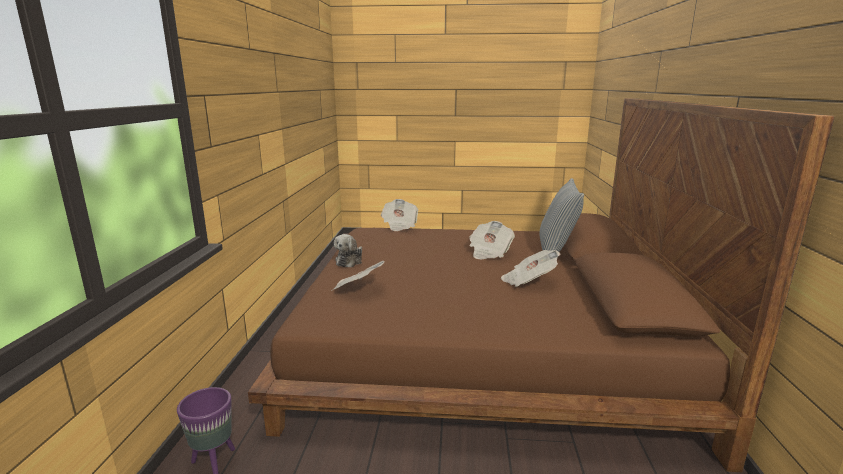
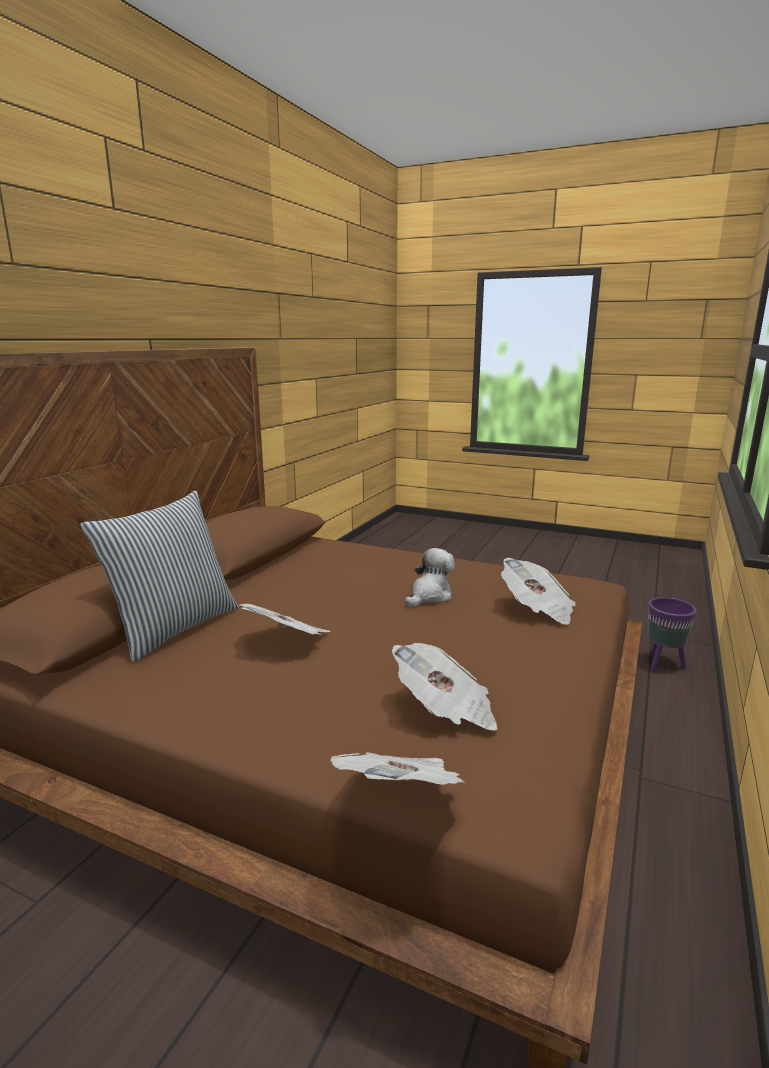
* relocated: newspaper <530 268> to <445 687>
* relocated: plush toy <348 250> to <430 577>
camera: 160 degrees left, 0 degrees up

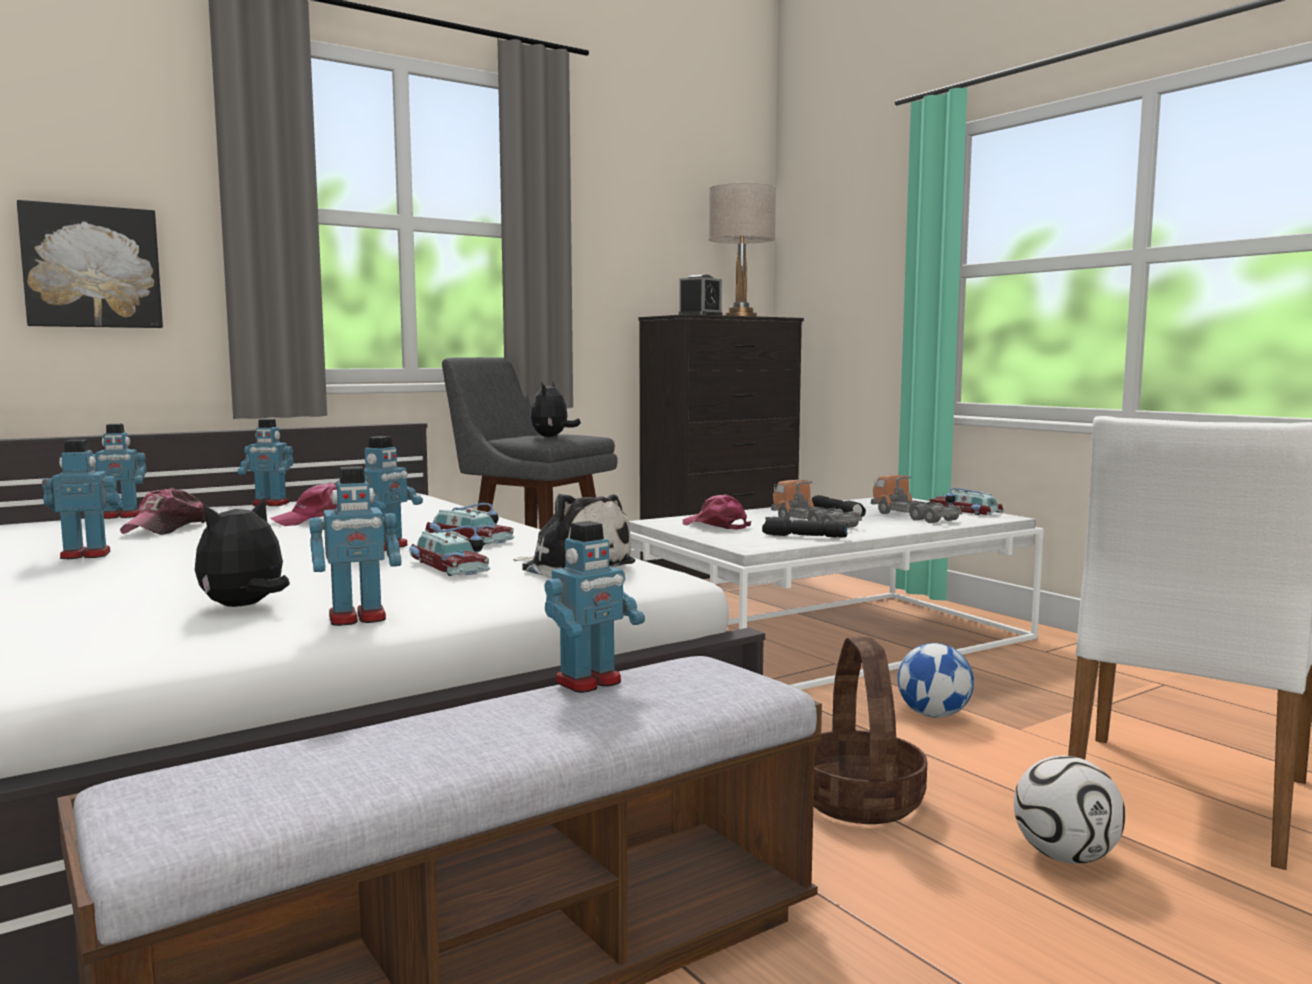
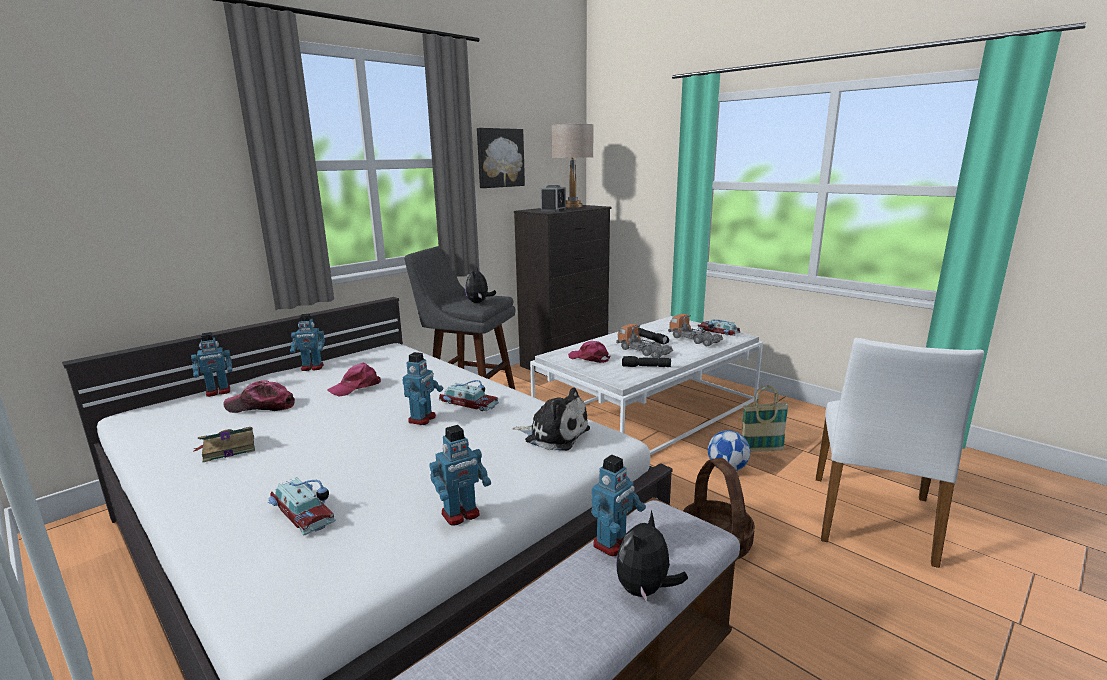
* exchanged: toy robot <82 499> to book <224 444>
* spun: cap <163 511> = <259 396> 90 degrees clockwise
* relocated: toy car <449 551> to <301 506>
* relocated: picture <90 264> to <501 158>
* relocated: plush toy <242 552> to <652 556>
* appeared: basket <765 418>
* missing: football <1069 809>
camera: 10 degrees left, 10 degrees up

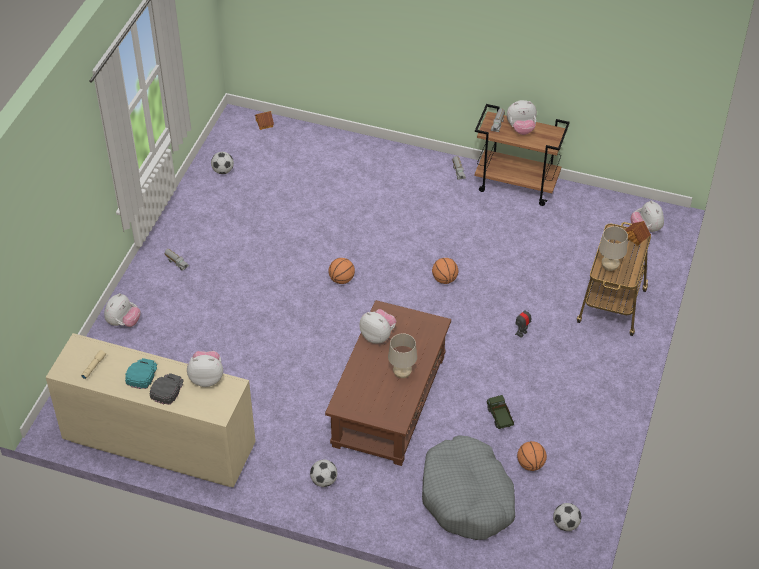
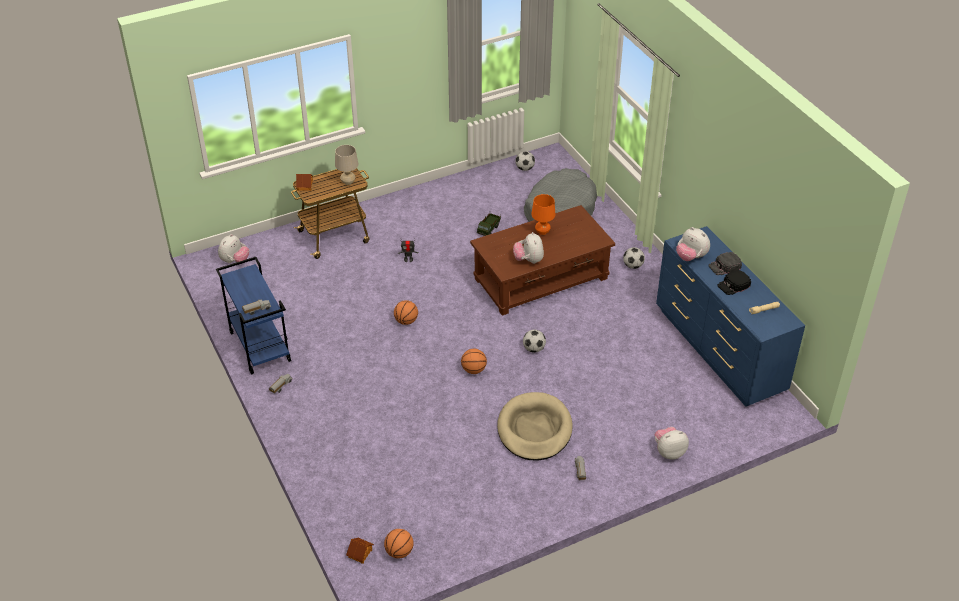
* colour: brown cart <522 155> to blue cart <253 316>
* relocated: basketball <532 456> to <399 544>
* appeared: beige dog bed <534 426>
* relocated: football <222 163> to <534 341>
* colour: beige table lamp <402 355> to orange table lamp <543 214>
* colour: beige dresser <151 410> to blue dresser <730 316>
* colour: turquoise cap <141 373> to black cap <734 282>
* missing: plush toy <522 117>
camera: 135 degrees left, 5 degrees down

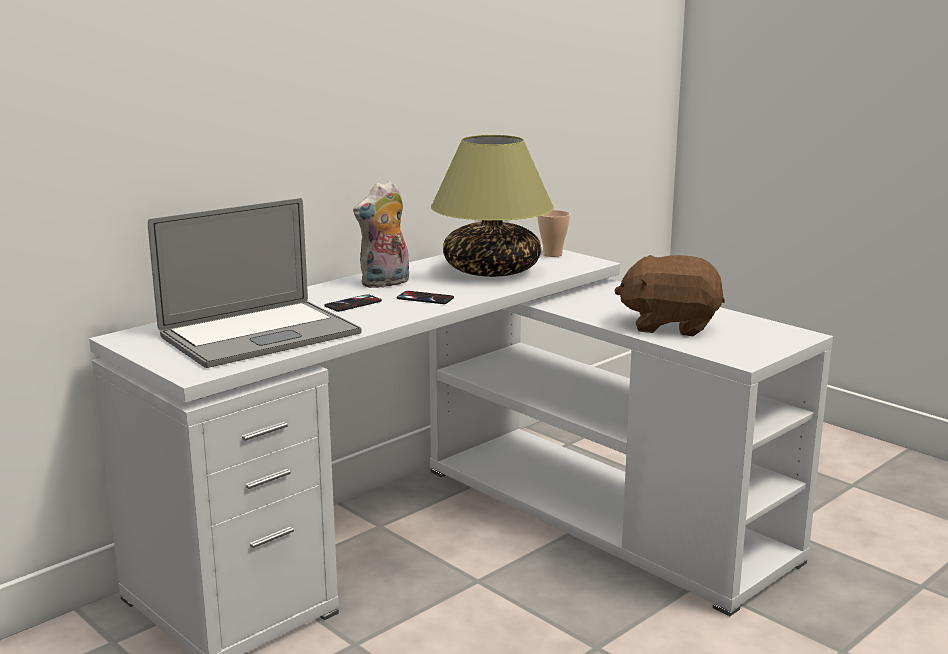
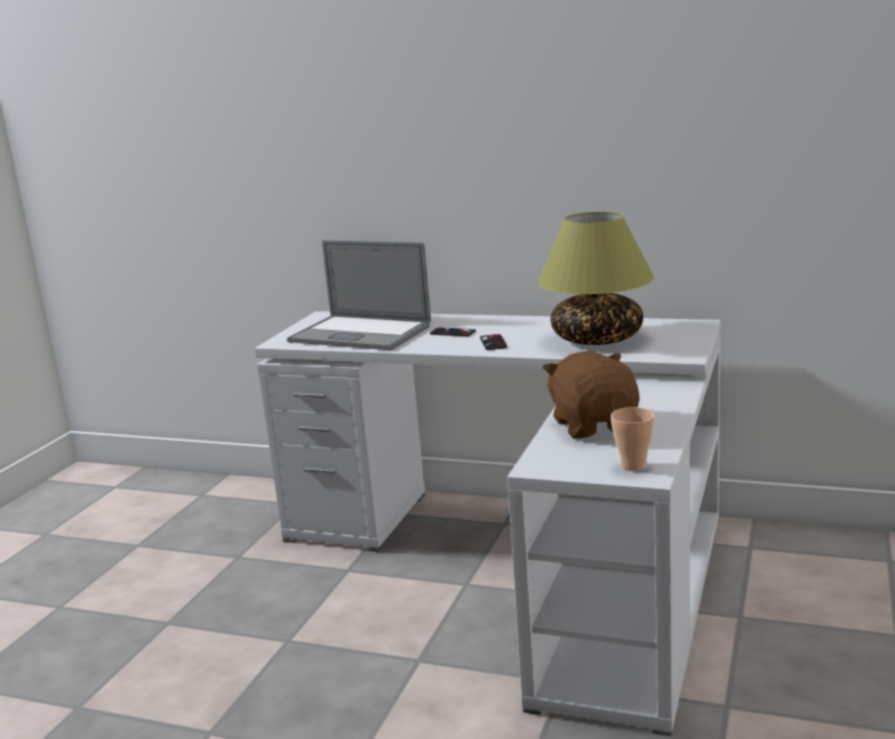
* relocated: cup <553 233> to <633 439>
* missing: plush toy <381 234>
camera: 65 degrees right, 0 degrees up

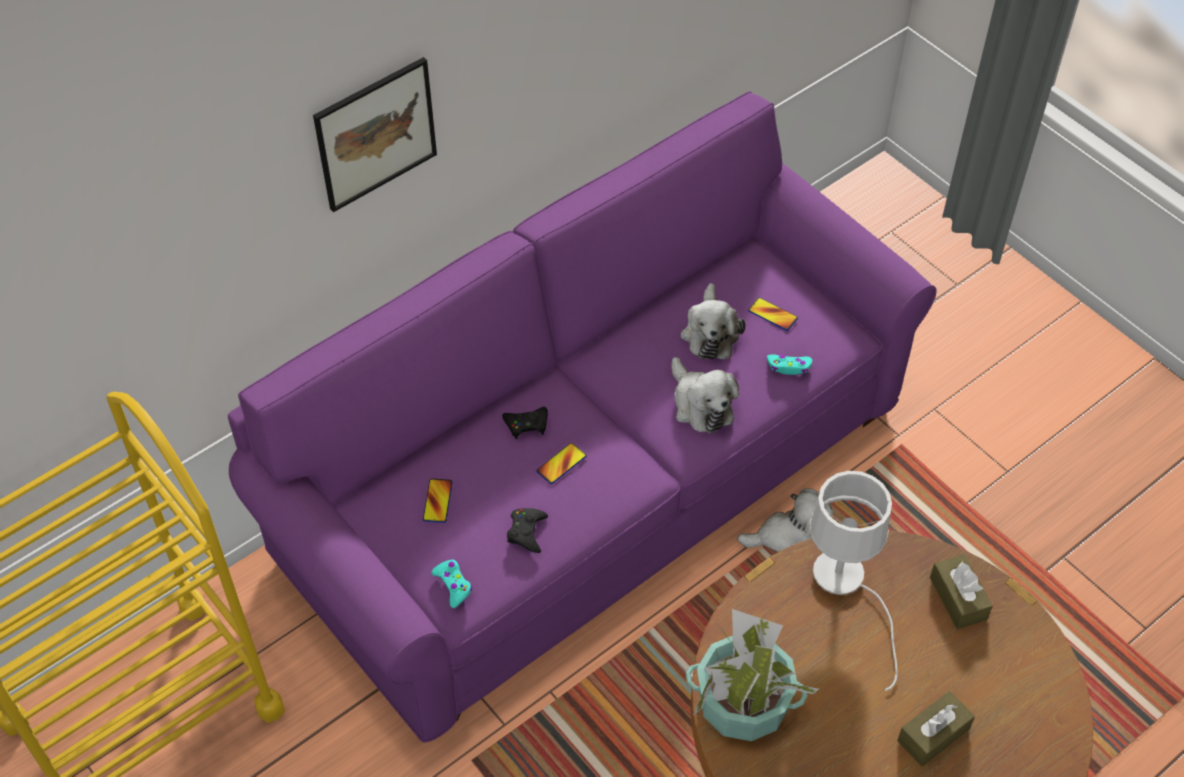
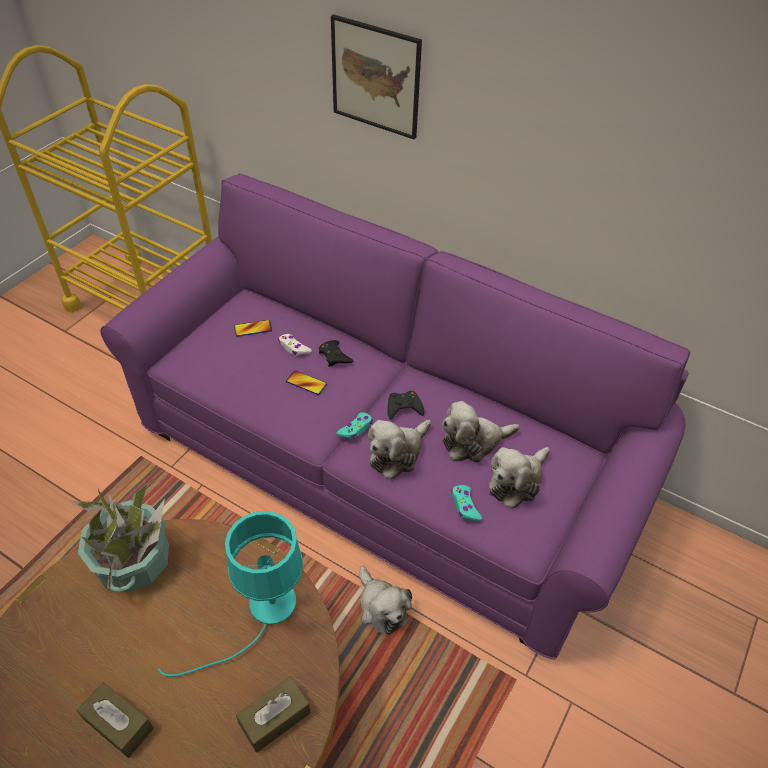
* colour: white table lamp <853 581> to turquoise table lamp <230 594>
* appeared: white game controller <295 345>
* relocated: turquoise game controller <451 584> to <354 425>
* relocated: black game controller <527 530> to <405 405>
* exchanged: phone <773 314> to plush toy <519 478>
camera: 70 degrees right, 5 degrees down

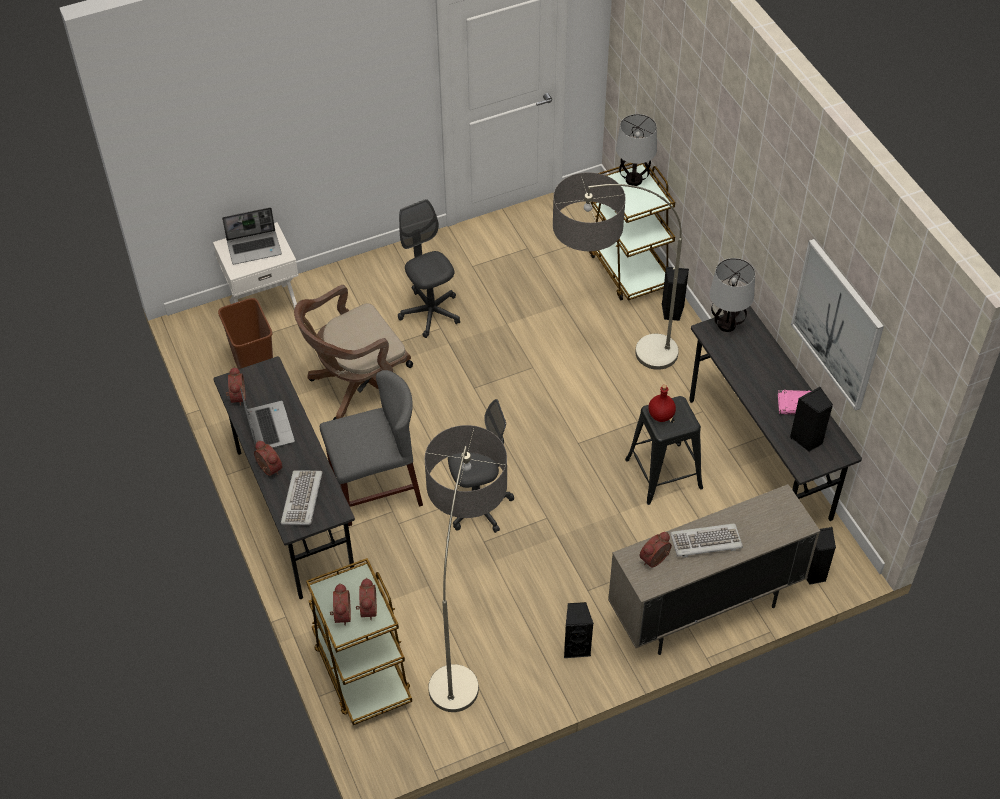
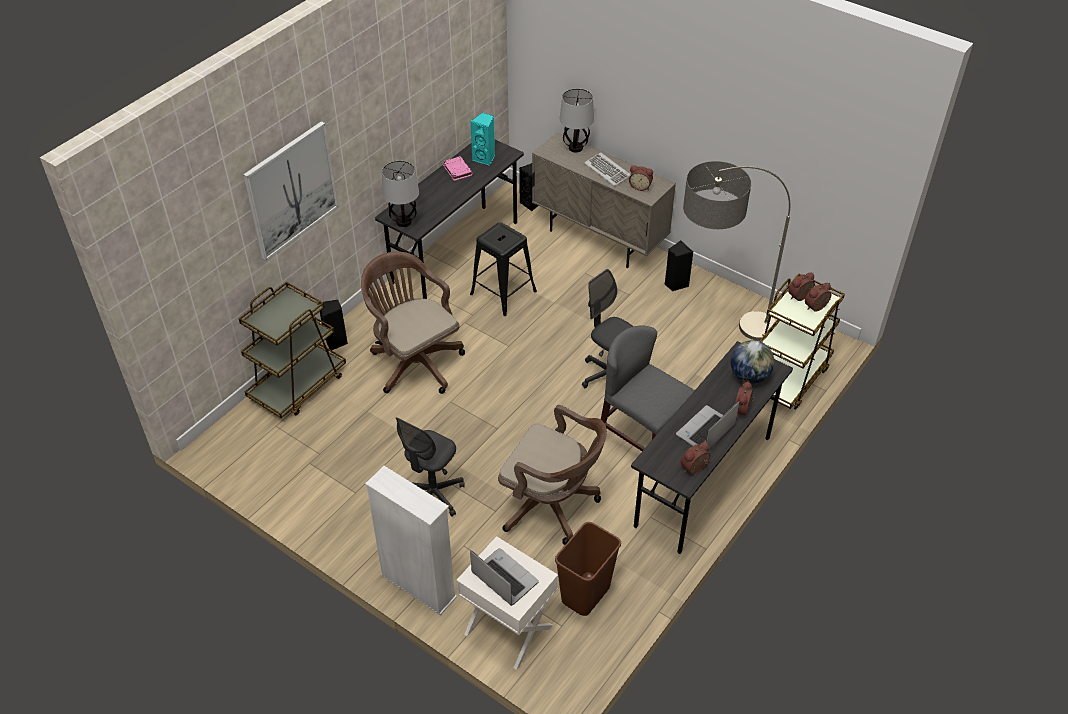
* relocated: picture <837 325> to <290 191>
* exchanged: floor lamp <617 271> to brown office chair <413 322>
* appeared: white bookcase <411 540>
* colour: black speaker <811 419> to turquoise speaker <482 139>
* relocated: table lamp <636 150> to <577 120>
* exchanged: keyboard <301 497> to globe <752 362>
* missing: red bottle <662 403>
camera: 120 degrees left, 5 degrees down

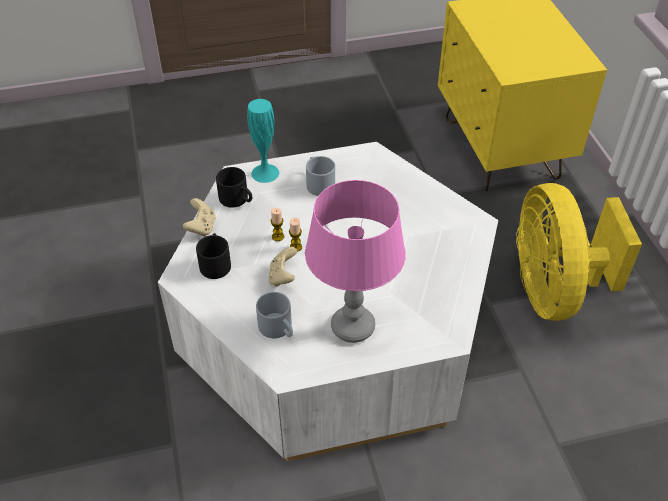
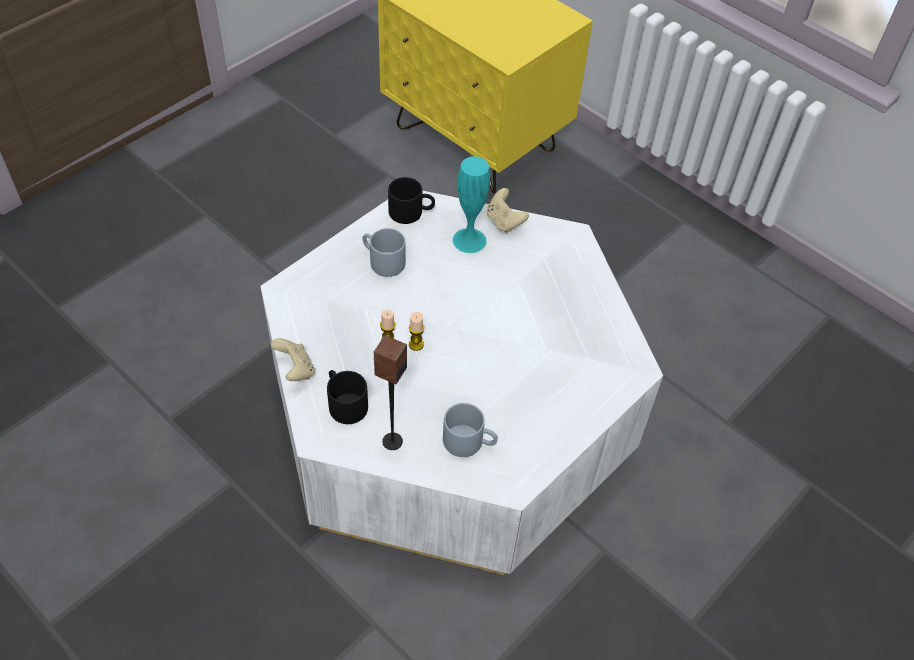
* appeared: speaker <390 392>
* relocated: black mug <234 187> to <411 200>
* relocated: turquoise vase <263 141> to <471 204>
* relocated: beige game controller <282 267> to <508 210>
* missing: pink table lamp <355 261>
* missing: yellow fan <579 252>
camera: 35 degrees left, 5 degrees up

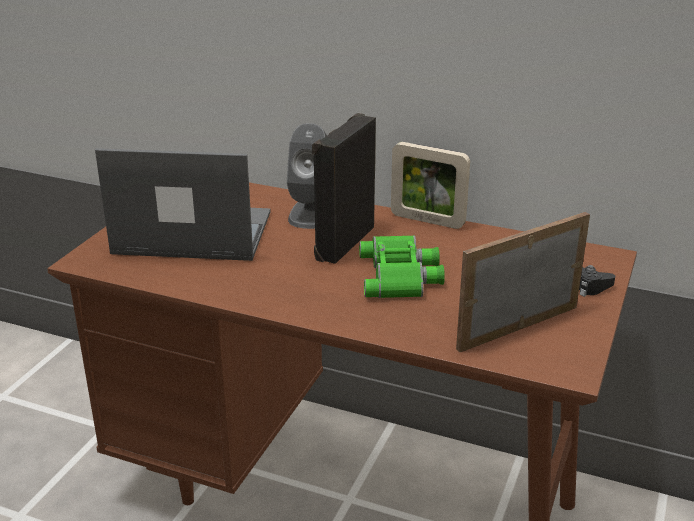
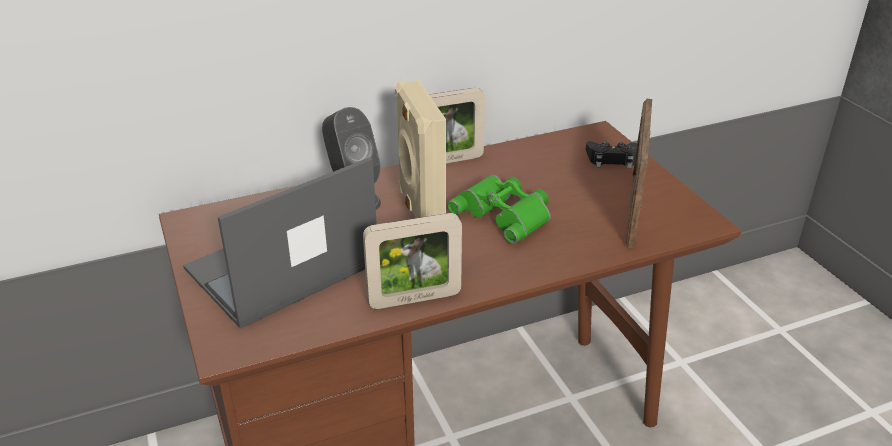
* appeared: picture frame <412 261>
* colour: black speaker <344 188> to beige speaker <420 149>
camera: 45 degrees left, 5 degrees up

